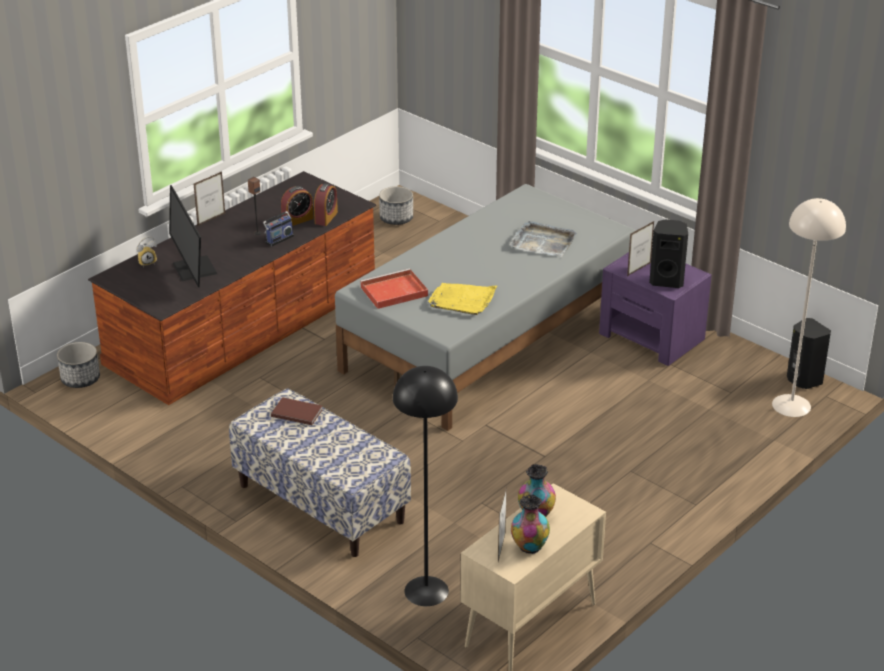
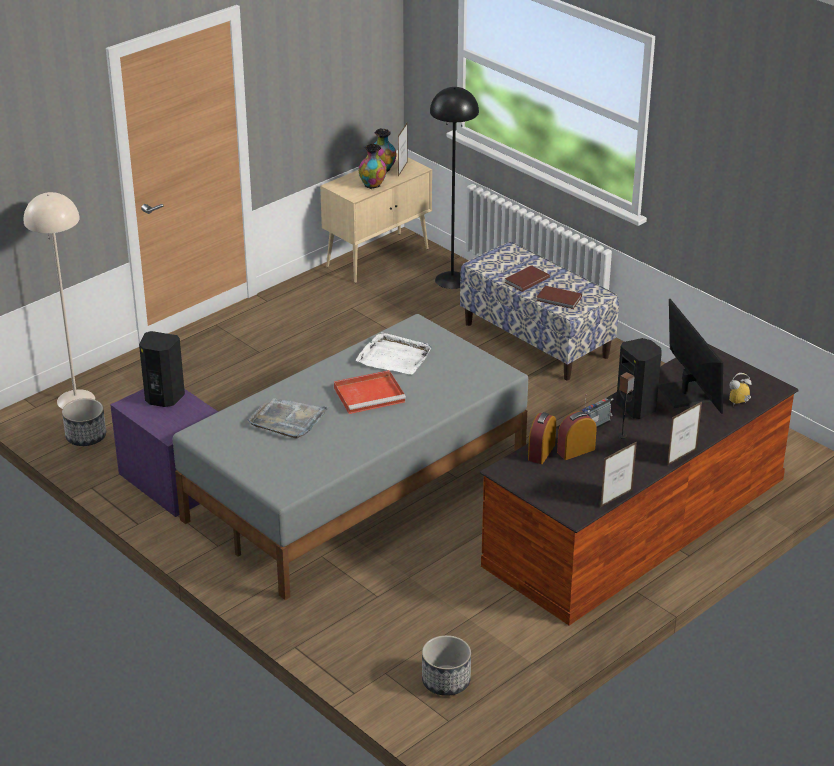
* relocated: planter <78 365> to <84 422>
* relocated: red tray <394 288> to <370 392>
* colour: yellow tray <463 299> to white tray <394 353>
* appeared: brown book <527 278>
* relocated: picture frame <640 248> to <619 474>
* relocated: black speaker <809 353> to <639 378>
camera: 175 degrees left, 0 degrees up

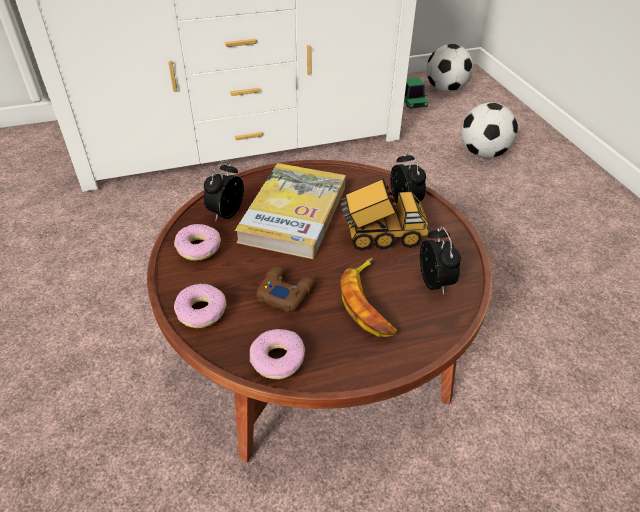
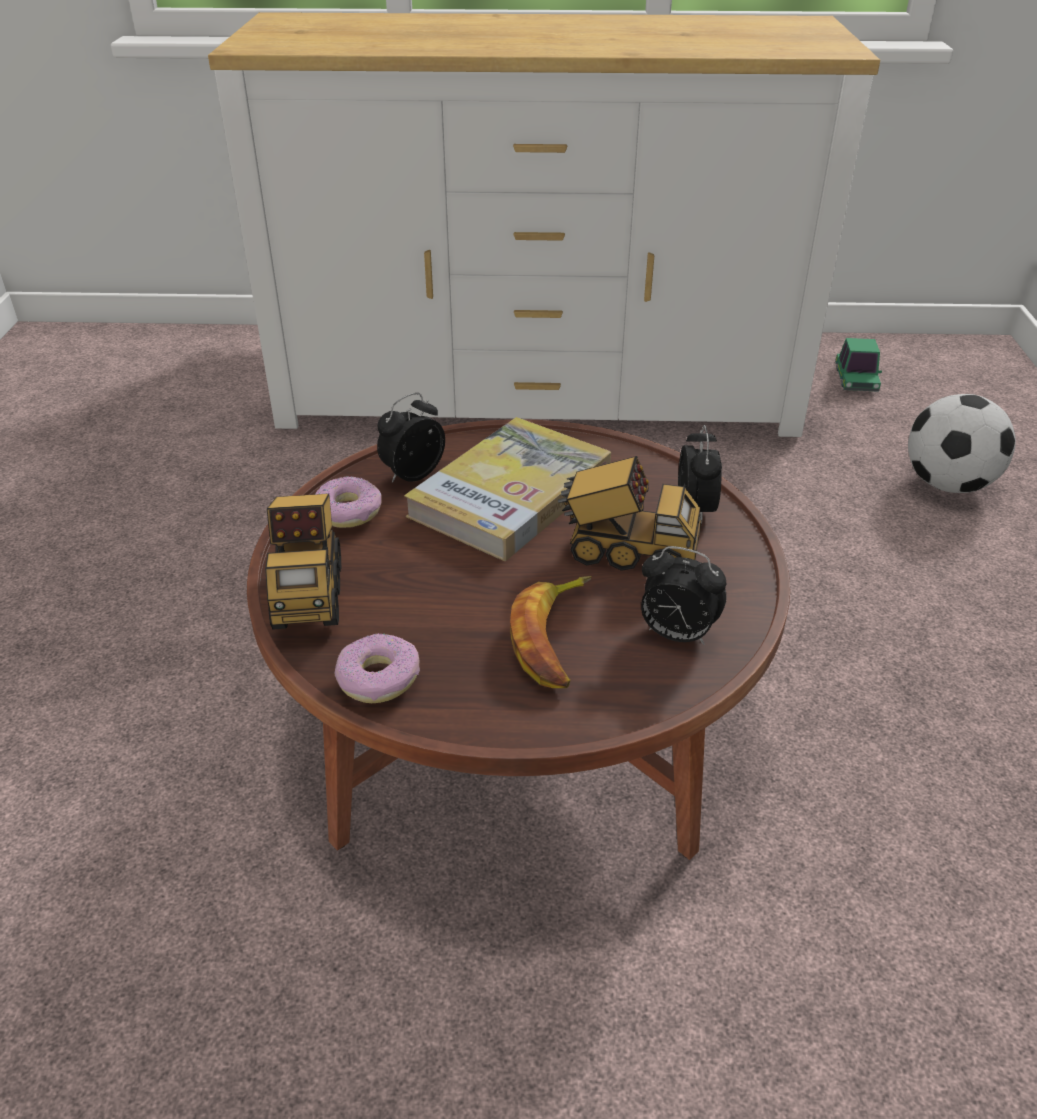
* exchanged: donut <200 306> to toy truck <303 562>
* spun: alarm clock <440 261> = <684 595> 105 degrees clockwise
* missing: brown game controller <286 289>
* missing: football <449 68>
camera: 20 degrees right, 5 degrees down

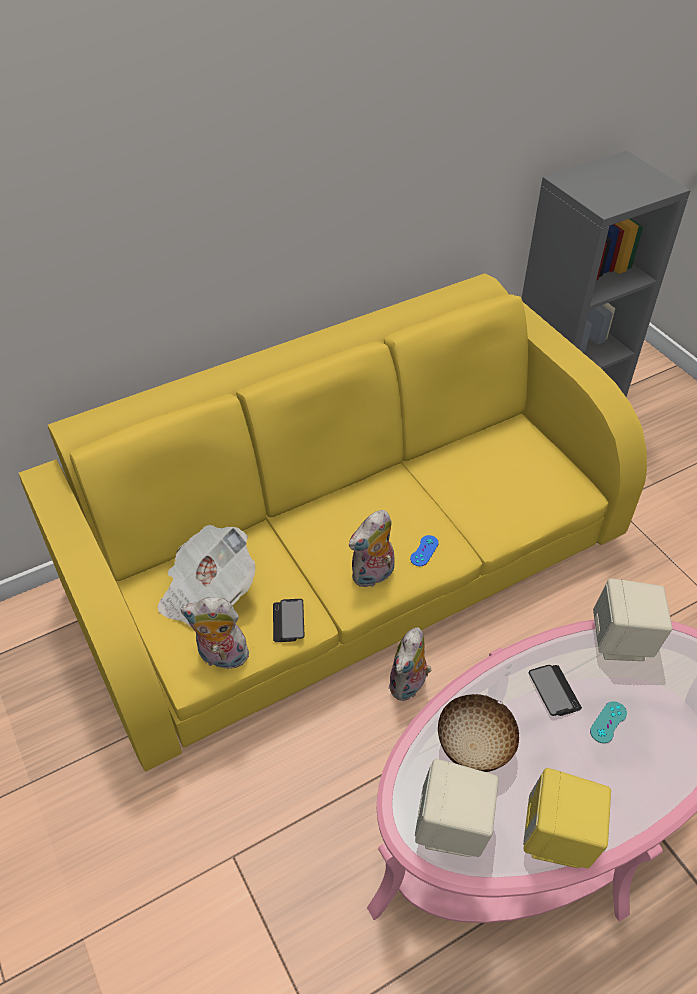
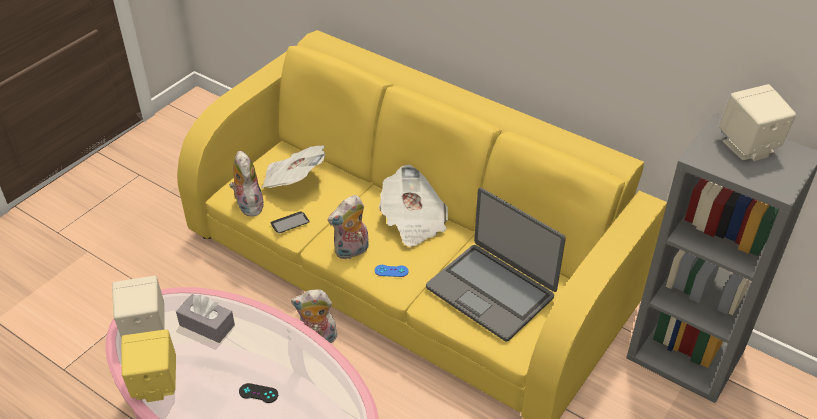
* exchanged: bowl <478 733> to grey tissue box <205 318>
* colour: turquoise game controller <608 722> to black game controller <258 393>
* spun: plush toy <372 548> = <348 227> 60 degrees counterclockwise
* appeared: newspaper <413 205>
* appeared: laptop <496 264>
* relocated: beige speaker <632 620> to <757 122>
* missing: phone <555 690>
camera: 65 degrees right, 5 degrees down

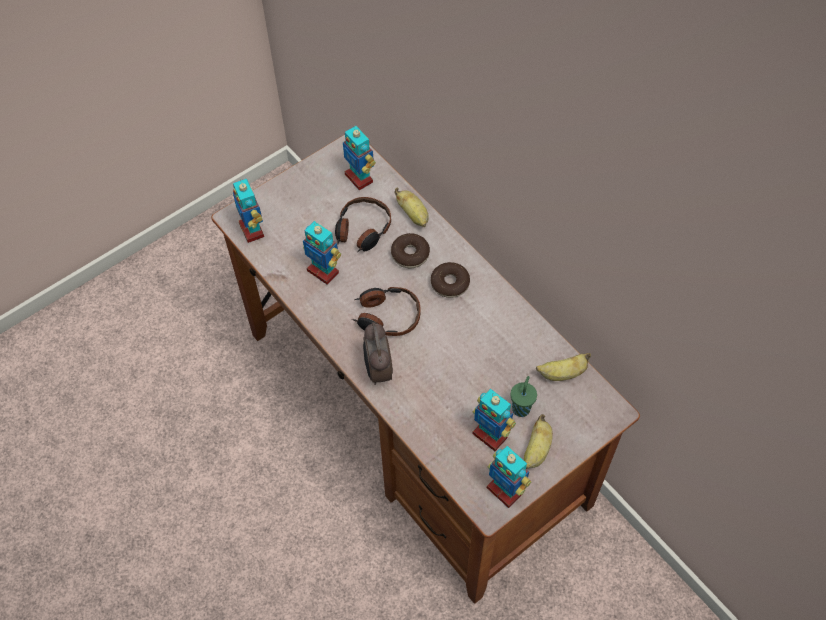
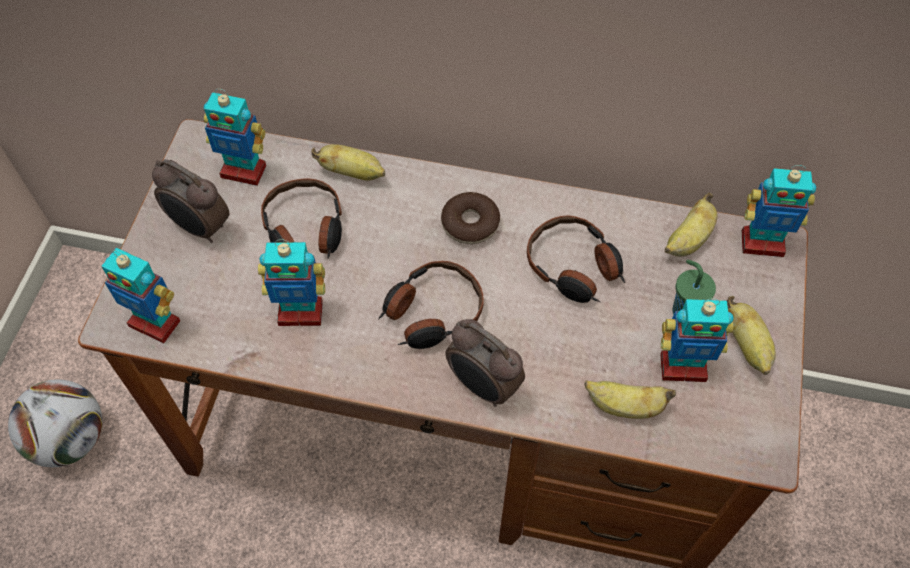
* appeared: football <55 423>
* appeared: alarm clock <190 201>
* appeared: headphones <576 259>
* appeared: banana <630 400>
* relocated: toy robot <509 477> to <779 211>
* missing: donut <410 250>
camera: 40 degrees left, 0 degrees up

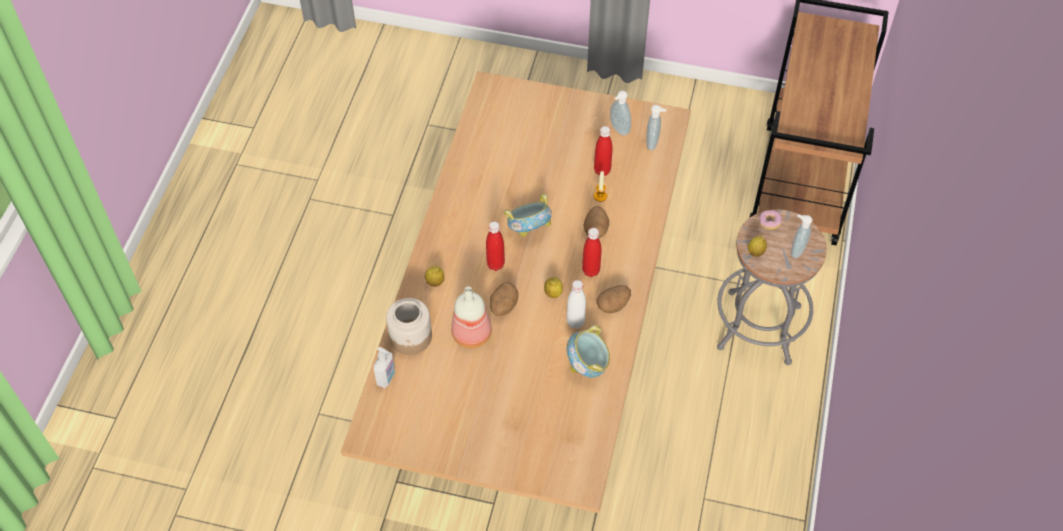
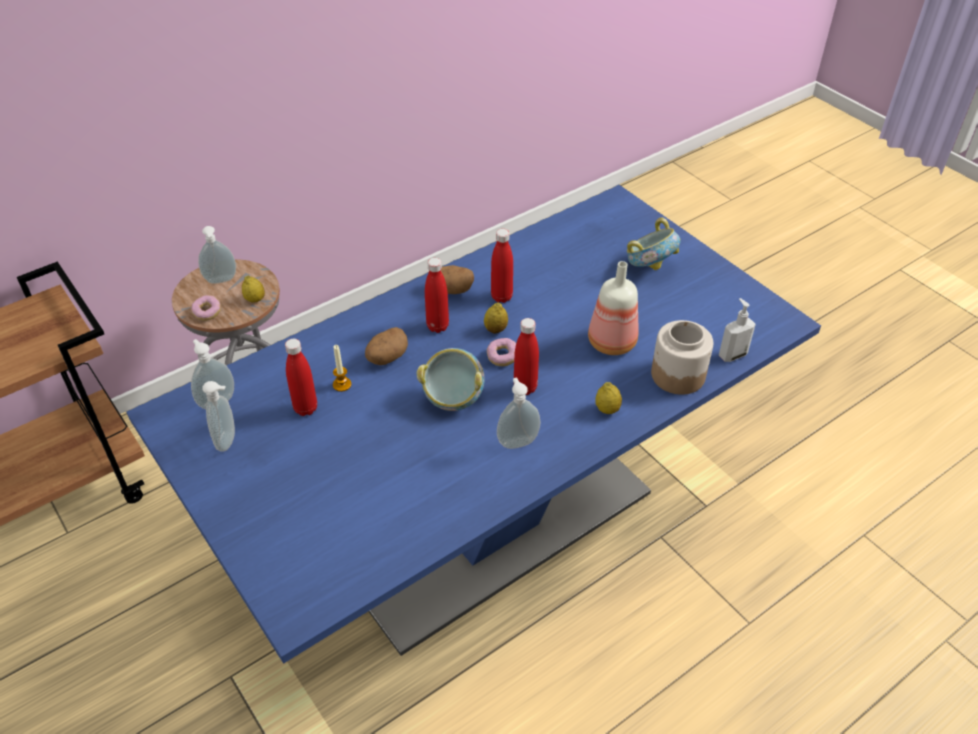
* colour: beige dining table <516 292> to blue dining table <473 424>
* appeared: donut <501 352>
* colour: white bottle <576 304> to red bottle <502 266>
* appeared: soap dispenser <518 413>
* relocated: bowl <588 351> to <654 244>
* missing: potato <504 299>
camera: 140 degrees left, 10 degrees down

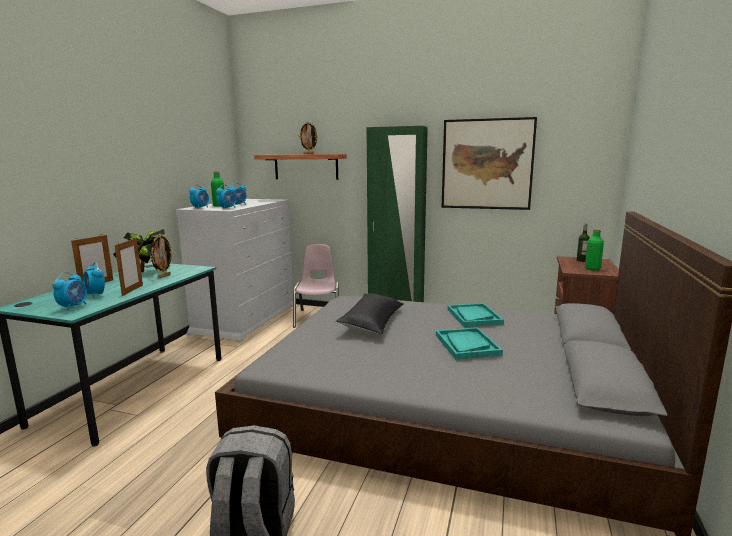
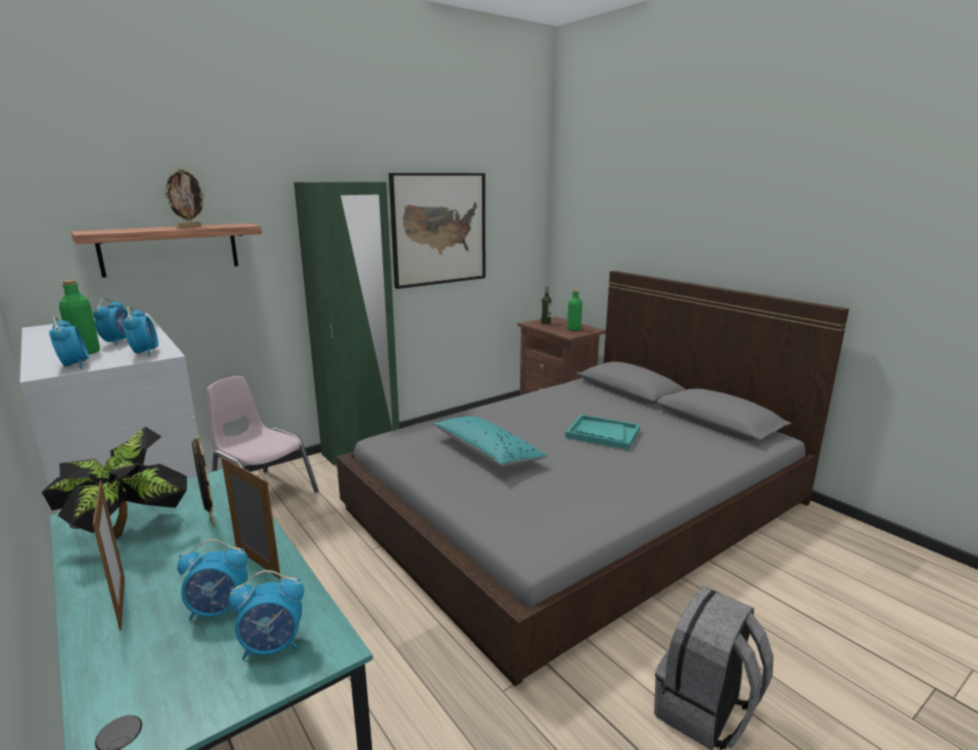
* spun: alarm clock <70 291> = <266 615> 120 degrees clockwise
* colour: black pillow <370 313> to turquoise pillow <490 441>
* missing: turquoise tray <475 315>
camera: 55 degrees left, 5 degrees up

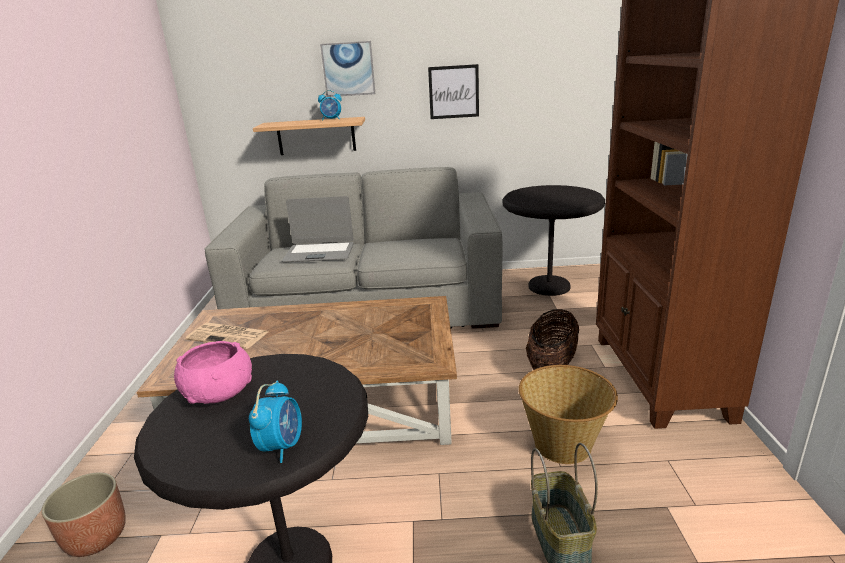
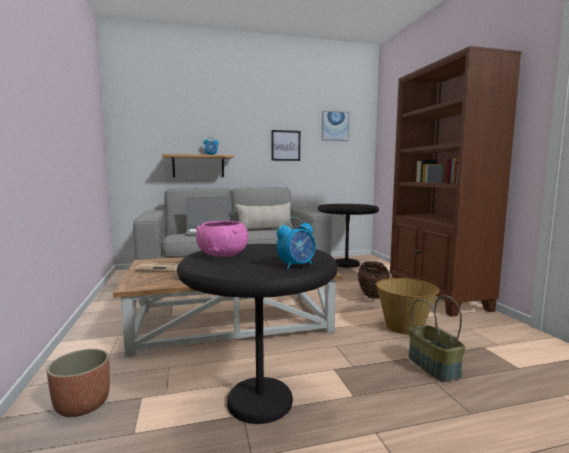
* appeared: beige pillow <264 216>
* spun: alarm clock <275 422> = <296 243> 60 degrees clockwise
* relocated: picture <347 69> to <335 126>
camera: 15 degrees left, 15 degrees down

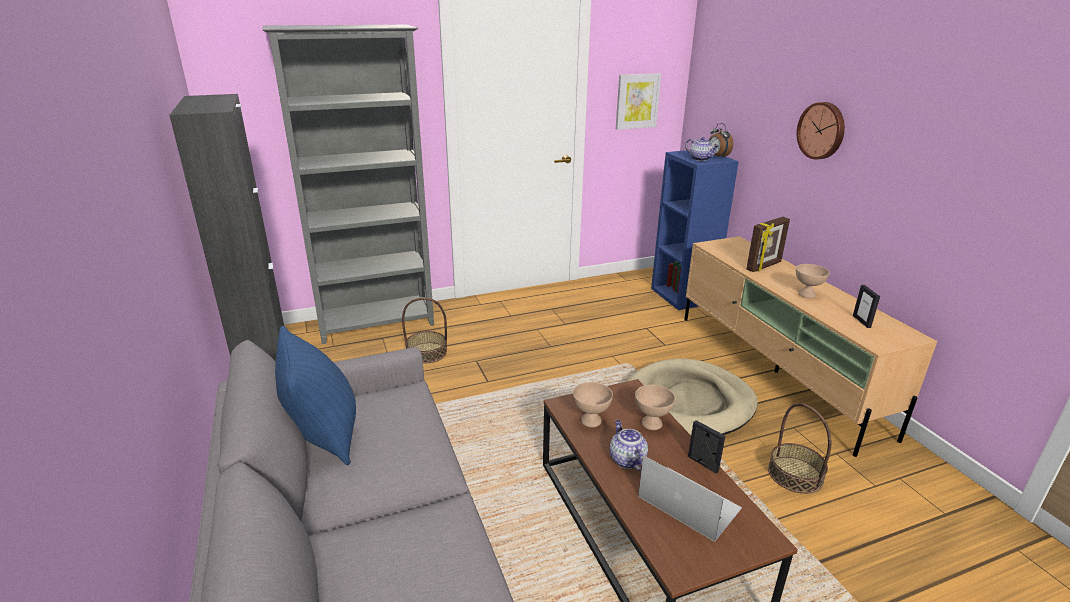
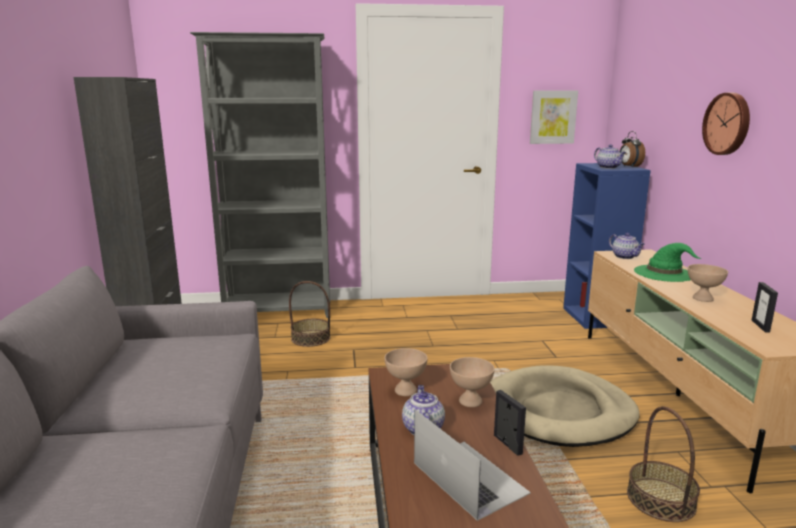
* appeared: teapot <627 246>
* exchanged: picture frame <768 244> to green hat <667 262>
* missing: blue pillow <315 395>
camera: 15 degrees right, 10 degrees down

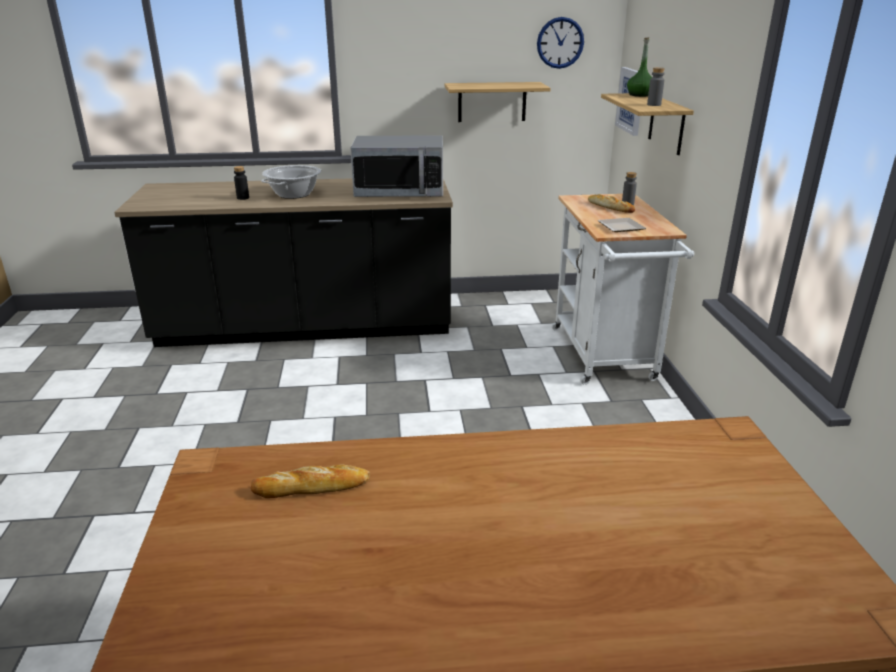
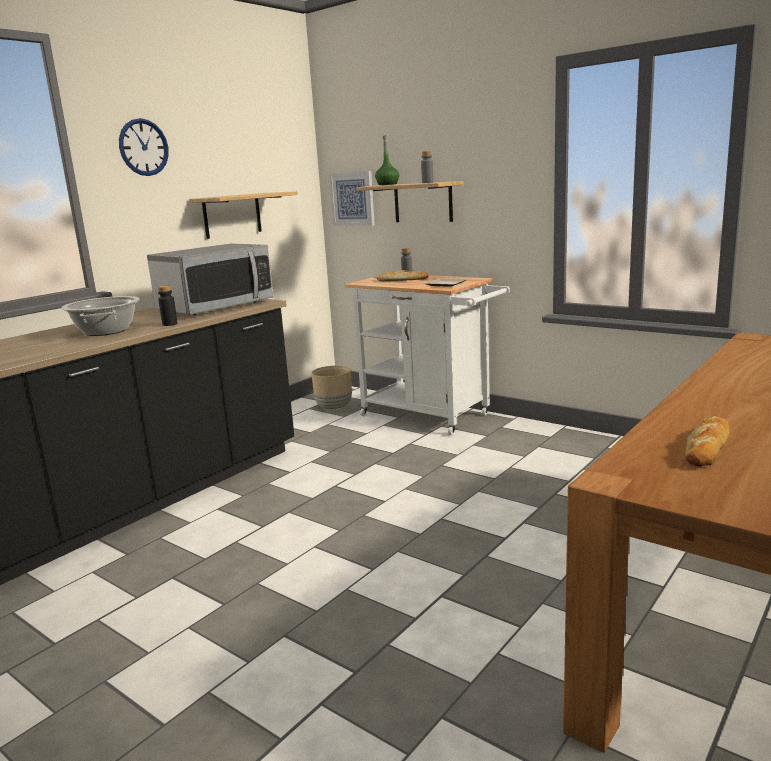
* relocated: wall clock <560 43> to <144 147>
* relocated: black bottle <241 183> to <168 306>
* appeared: beige planter <332 388>
camera: 45 degrees left, 10 degrees down

